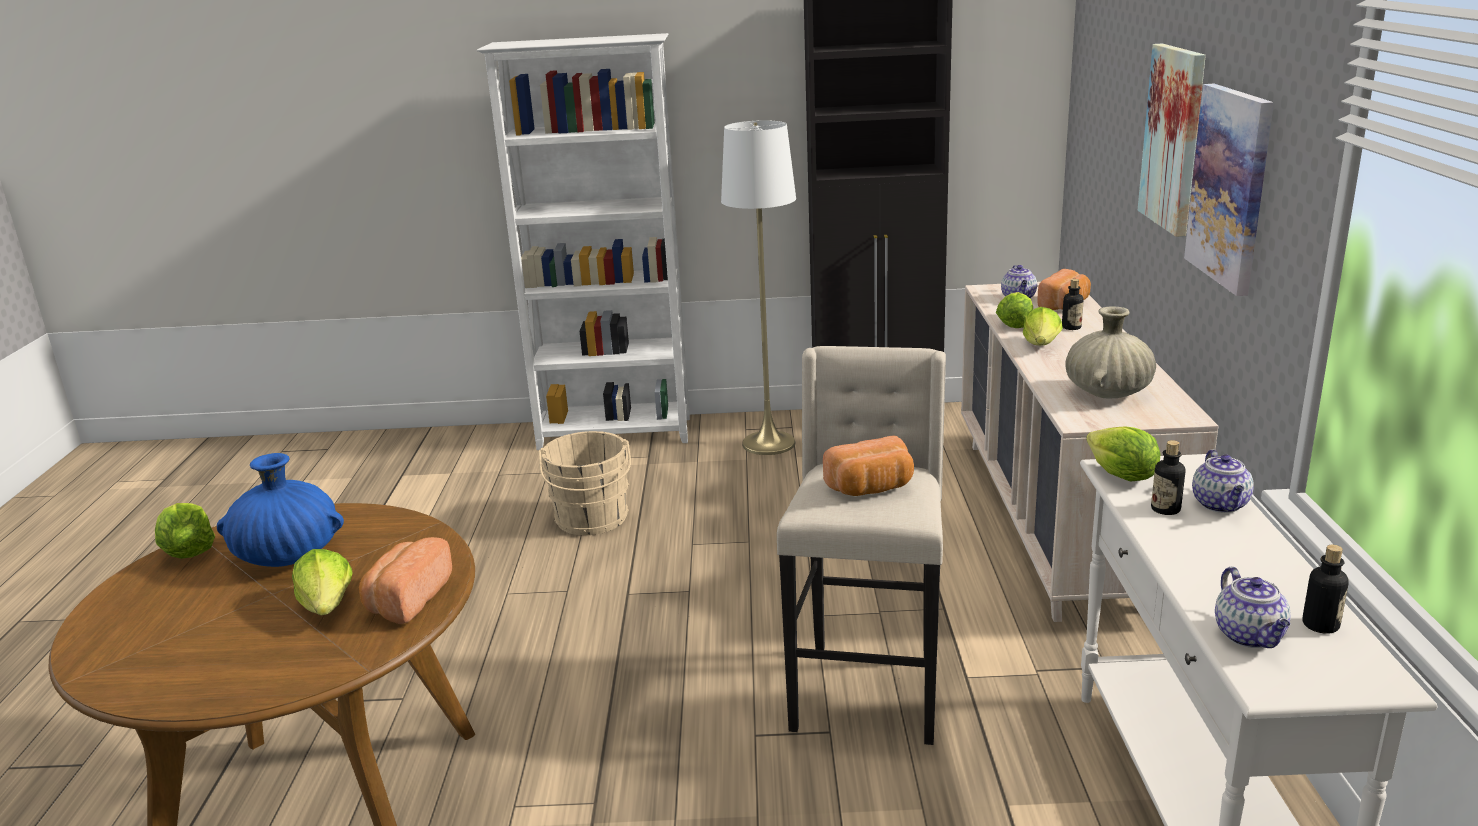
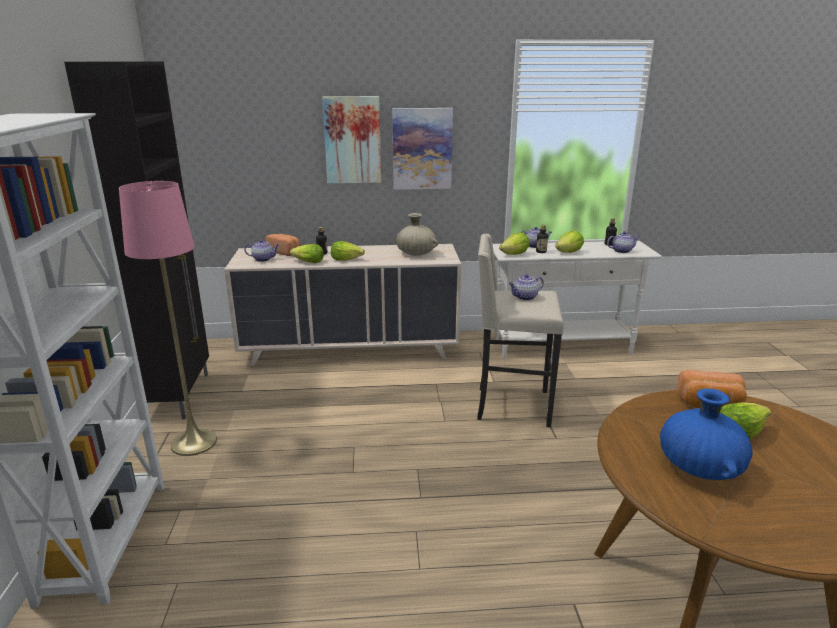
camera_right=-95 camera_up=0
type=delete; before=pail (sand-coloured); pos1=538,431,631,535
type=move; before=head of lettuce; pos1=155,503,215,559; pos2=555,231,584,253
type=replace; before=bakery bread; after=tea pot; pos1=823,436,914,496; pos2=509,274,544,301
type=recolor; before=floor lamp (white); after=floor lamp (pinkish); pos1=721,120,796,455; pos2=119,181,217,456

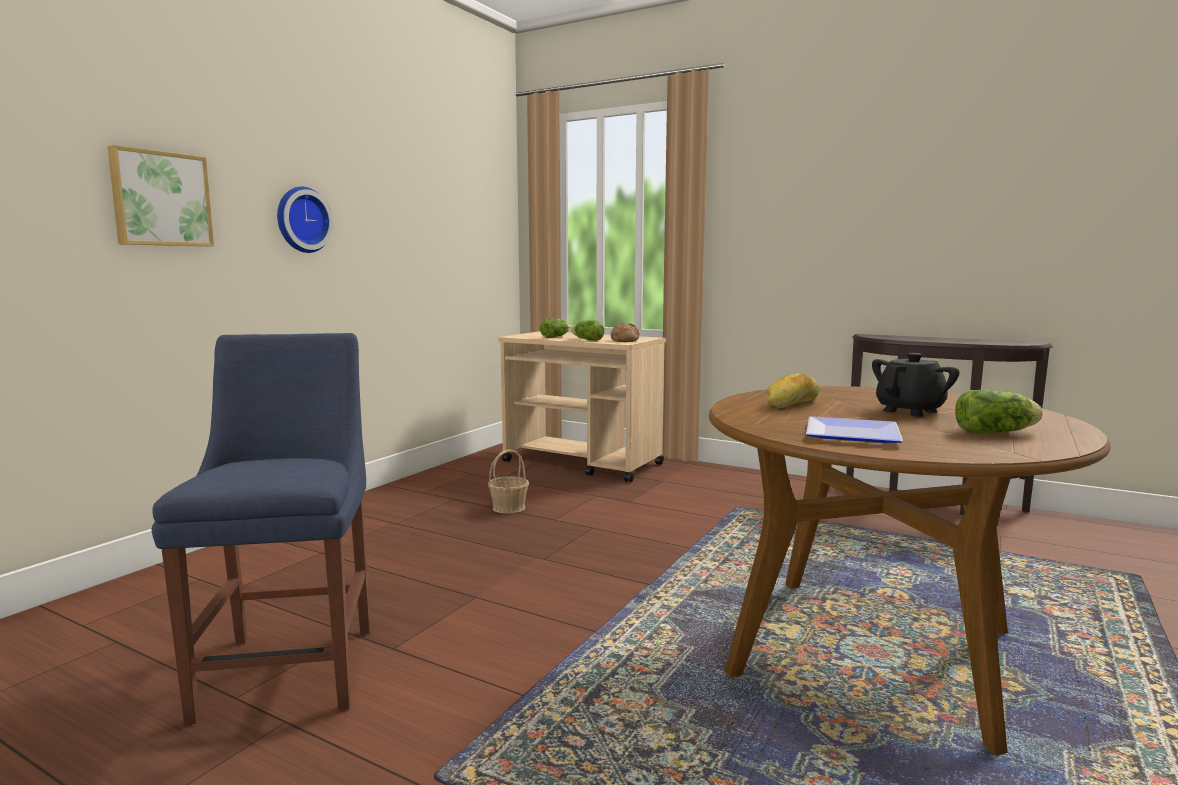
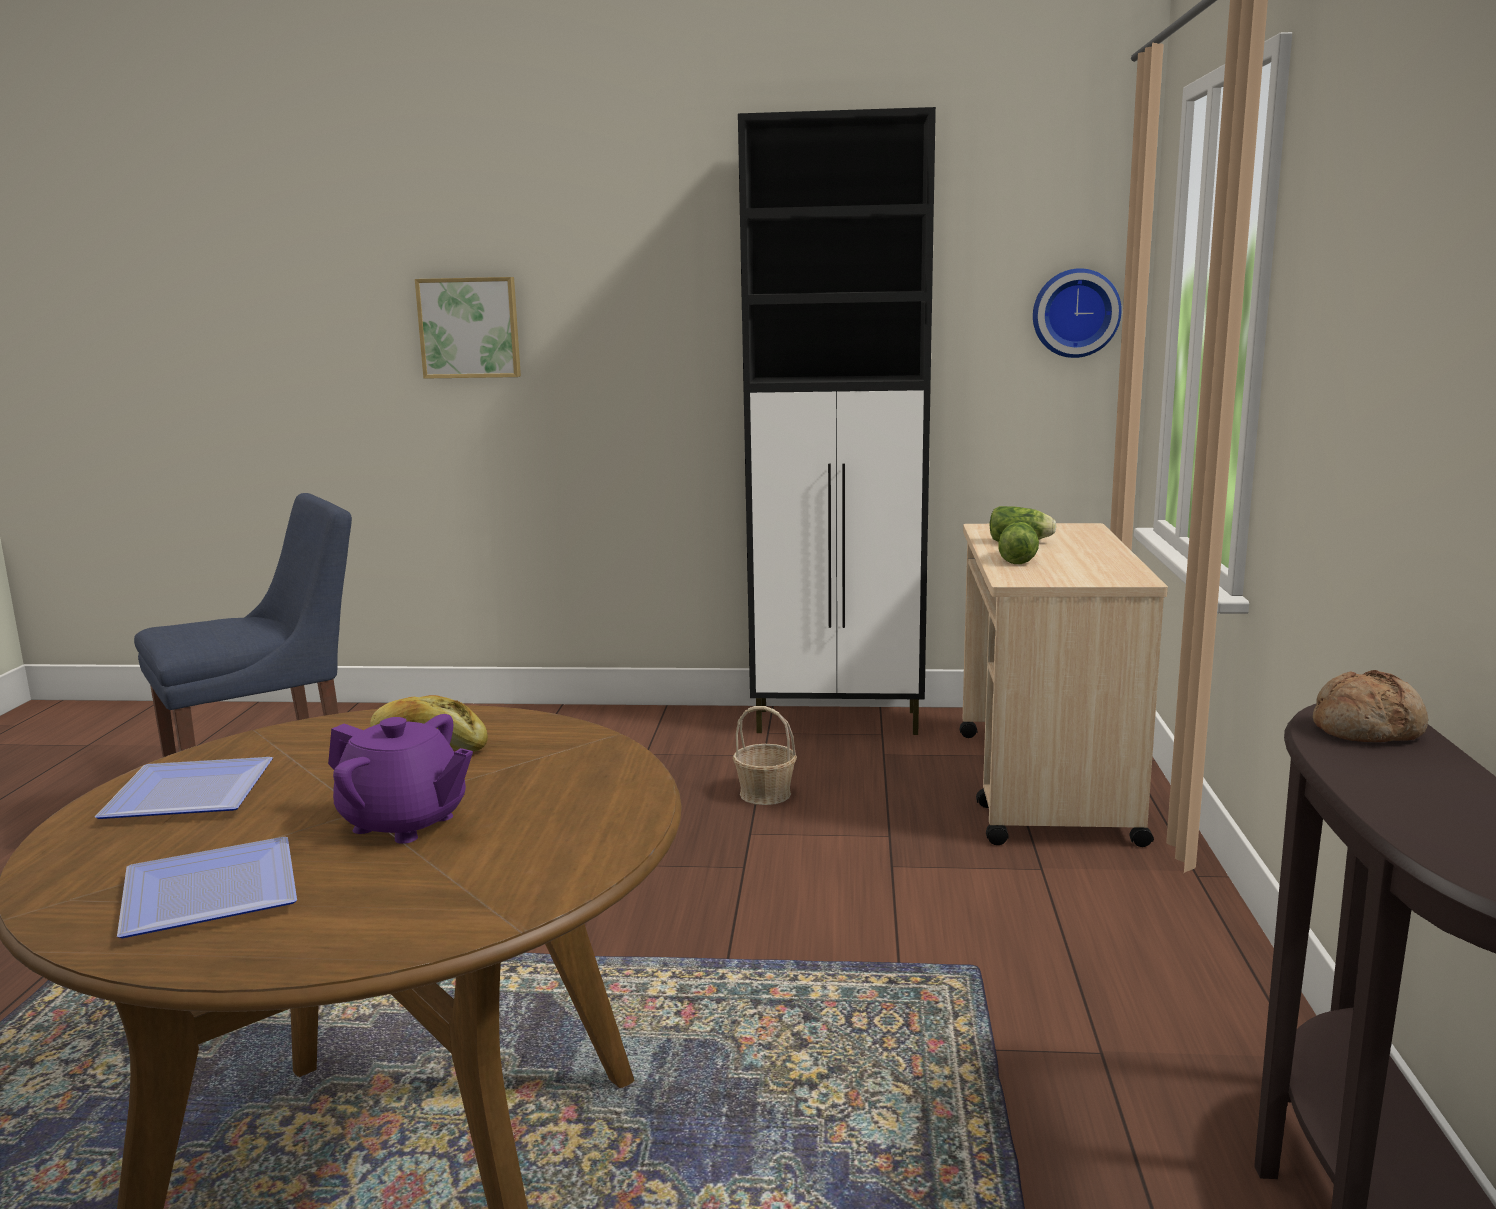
camera_right=65 camera_up=5
type=insert; after=cabinet (blackish); pos2=738,107,936,735
type=move; before=clock on the wall; pos1=277,187,334,253; pos2=1033,268,1122,358
type=move; before=bakery bread; pos1=611,323,640,342; pos2=1313,670,1428,742
type=replace; before=head of lettuce; after=plate; pos1=955,390,1043,433; pos2=117,837,297,938
type=recolor; before=tea pot (blackish); after=tea pot (purple-coloured); pos1=872,353,959,417; pos2=328,714,473,844

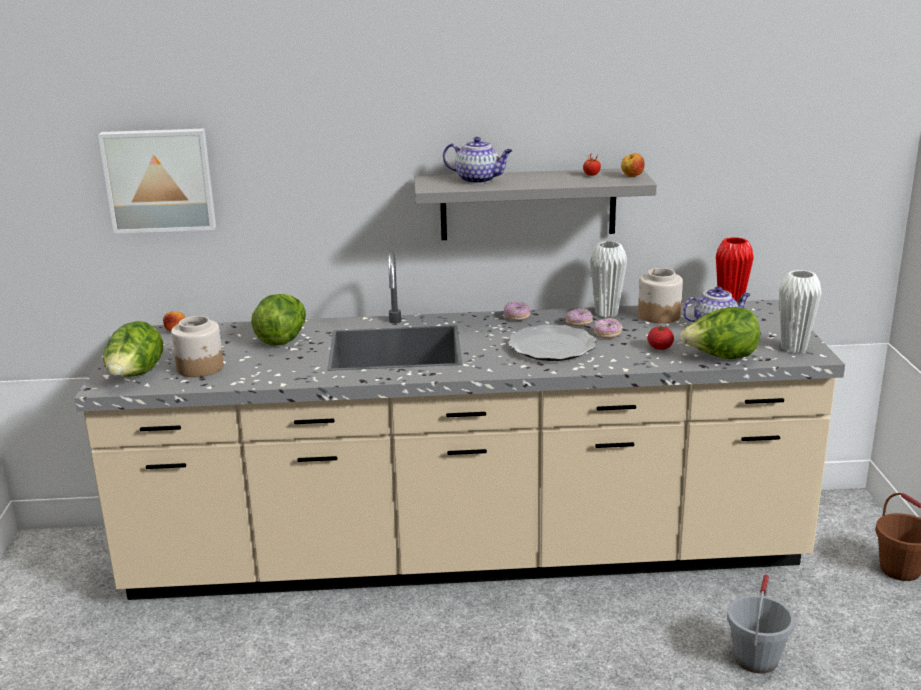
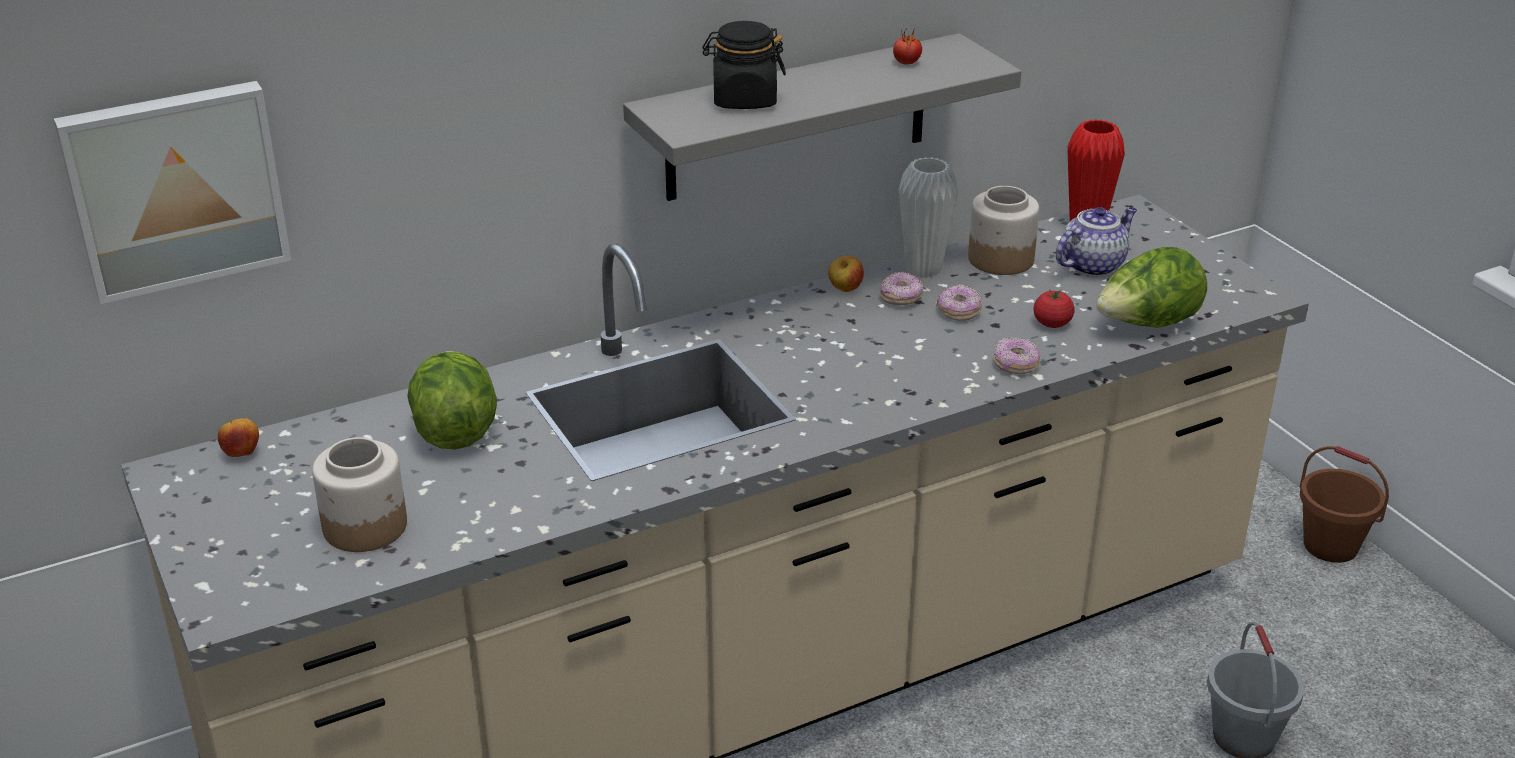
camera_right=-25 camera_up=10
type=delete; before=head of lettuce; pos1=103,321,163,377
type=delete; before=plate; pos1=508,325,596,361
type=delete; before=flower vase (white); pos1=779,270,822,353
type=move; before=doughnut; pos1=504,302,530,321; pos2=994,337,1040,374
type=move; before=apple fruit; pos1=621,153,644,177; pos2=828,256,864,292
type=replace; before=tea pot; after=jar (blackish); pos1=443,137,513,184; pos2=702,21,786,109

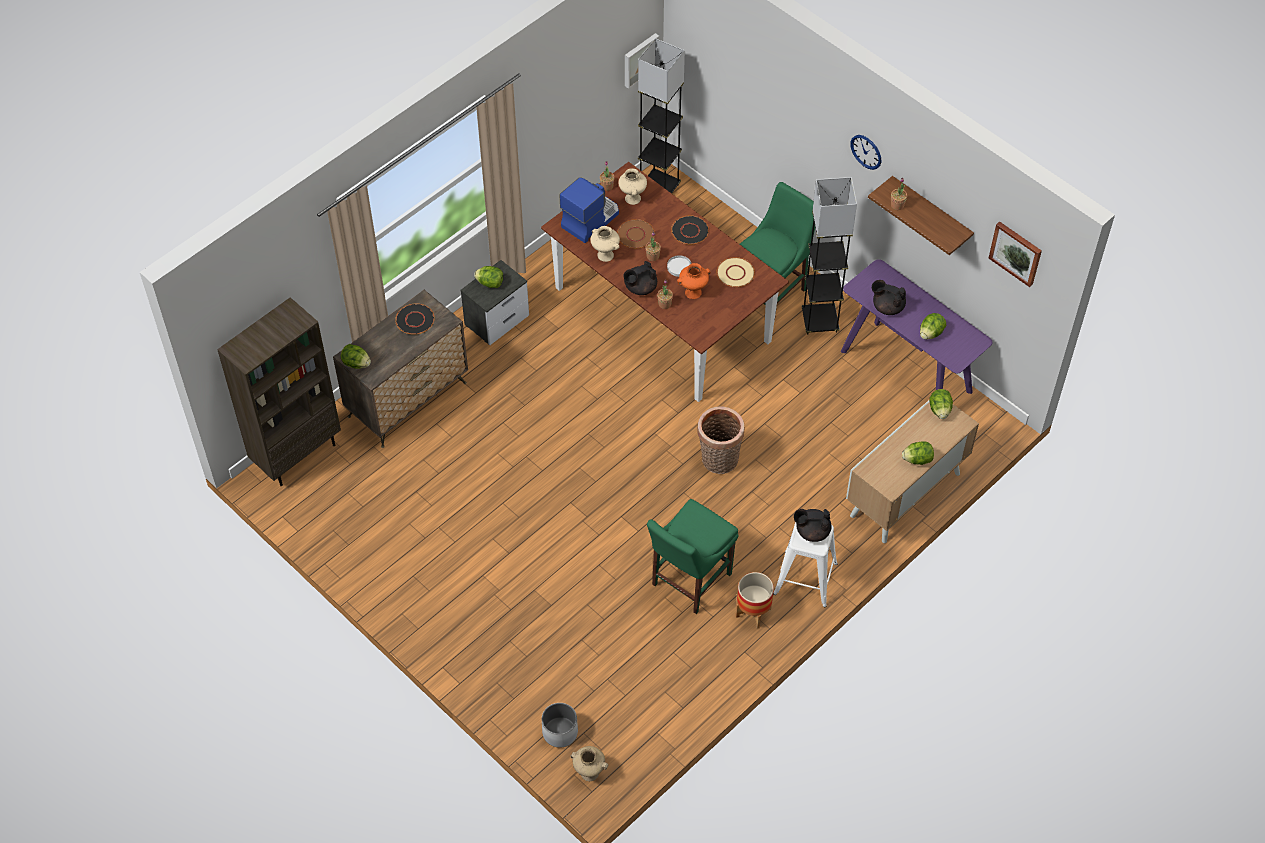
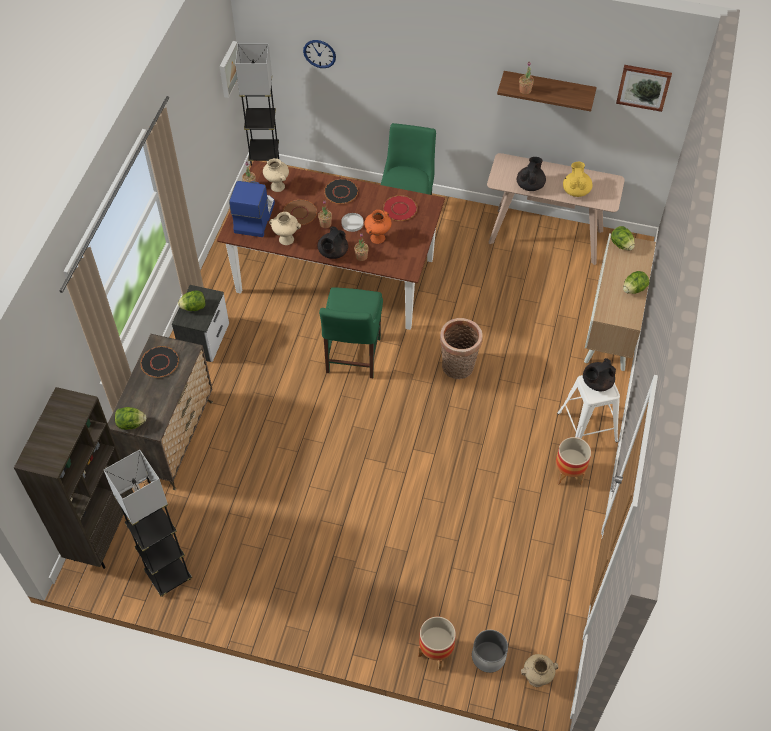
camera_right=-30 camera_up=0
type=insert; after=flower pot; pos2=418,617,456,670
type=move; before=plain chair (greenish); pos1=647,499,739,614; pos2=319,287,383,378
type=move; before=floor lamp (gray); pos1=802,177,857,335; pos2=104,450,192,597
type=move; before=clock on the wall; pos1=850,135,881,170; pos2=303,40,336,68
type=replace; before=head of lettuce; after=tea pot (yellow-coloured); pos1=920,313,946,340; pos2=563,162,592,197
type=recolor; before=plate (sand-coloured); after=plate (reddish); pos1=717,257,755,287; pos2=383,195,417,221
type=recolor; before=narrow table (purple-coloured); after=narrow table (sand-coloured); pos1=841,259,993,394; pos2=487,153,625,265
type=rotate; before=tea pot (blackish); pos1=872,280,906,315; pos2=517,157,546,191; turn=120

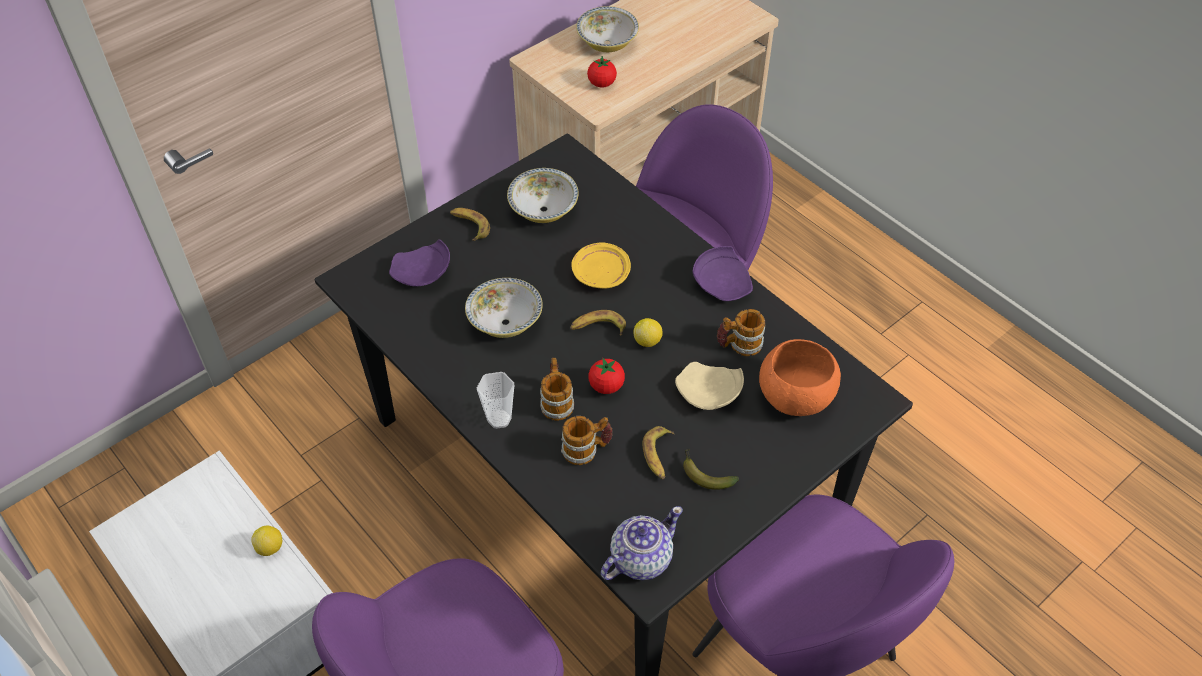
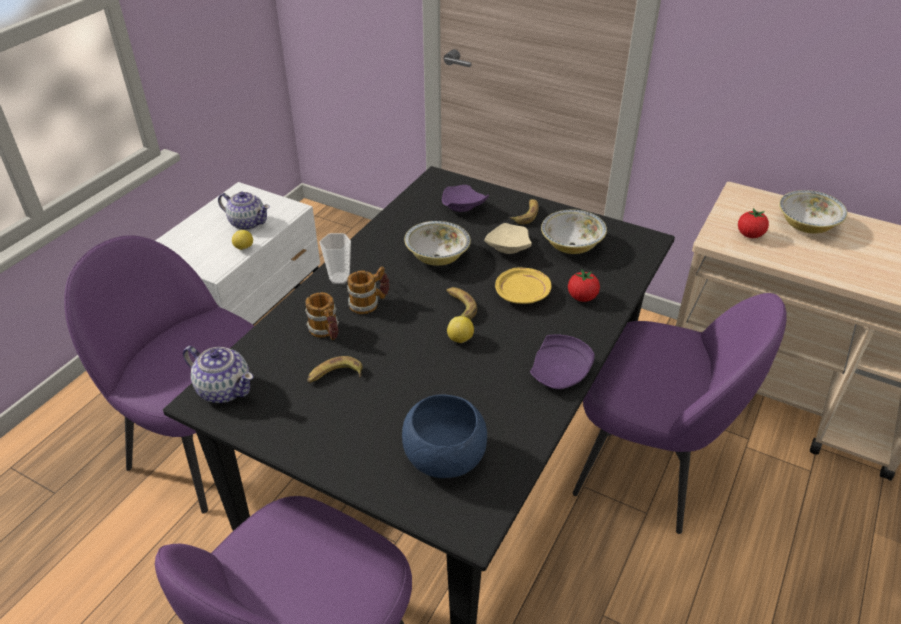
camera_right=70 camera_up=-10
type=delete; before=banana fruit; pos1=683,448,739,490
type=delete; before=mug; pos1=717,309,765,356
type=insert; after=tea pot; pos2=218,192,270,230
type=move; before=tomato; pos1=589,358,625,394; pos2=568,269,600,302
type=move; before=plate (sand-coloured); pos1=675,362,744,410; pos2=484,223,532,254
type=recolor; before=bowl (orange-coloured); after=bowl (blue-coloured); pos1=759,339,841,416; pos2=402,395,487,478

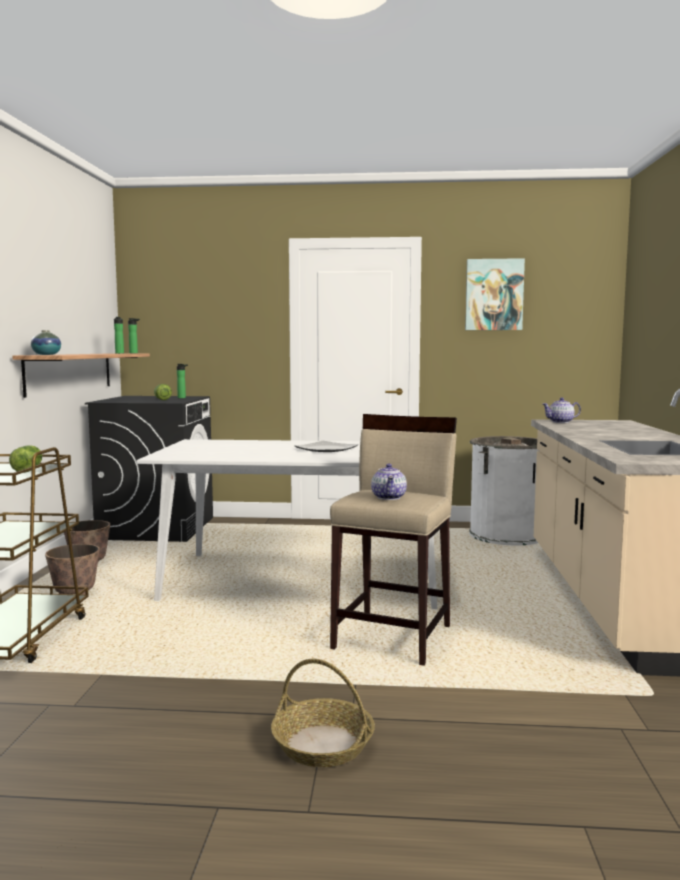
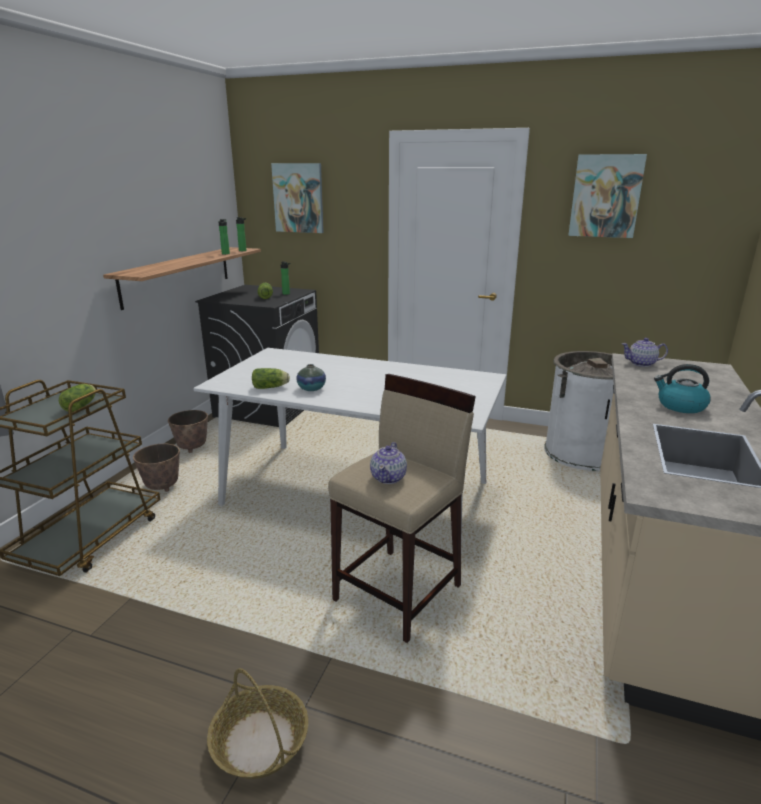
camera_right=15 camera_up=15
type=delete; before=plate; pos1=294,441,358,452
type=insert; after=head of lettuce; pos2=252,368,290,389
type=insert; after=picture; pos2=271,163,324,233
type=insert; after=kettle; pos2=654,364,710,413
type=move; before=flower vase; pos1=31,330,61,355; pos2=296,364,326,391

